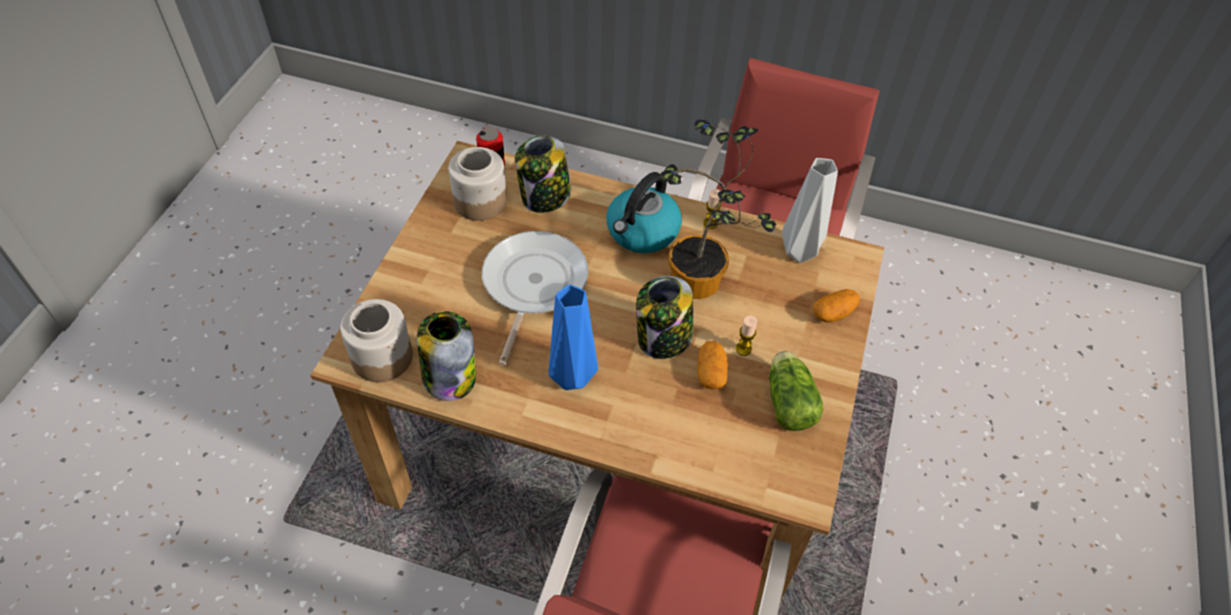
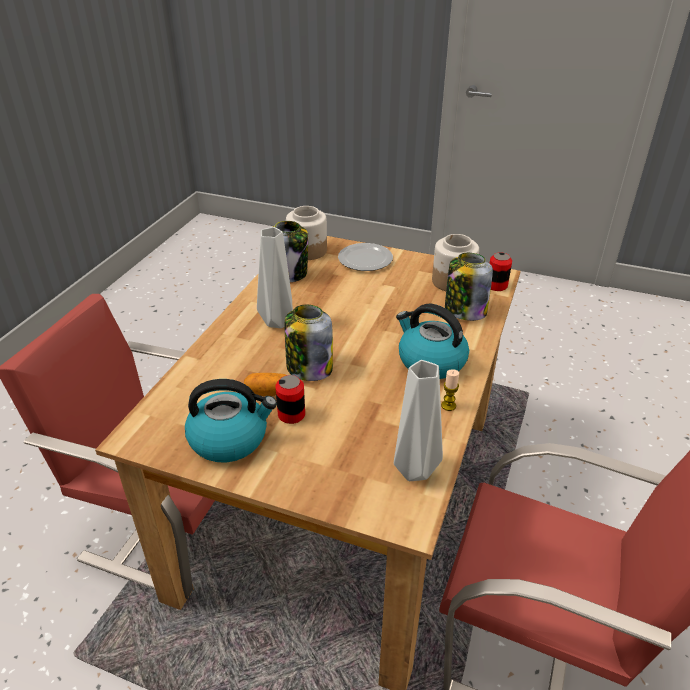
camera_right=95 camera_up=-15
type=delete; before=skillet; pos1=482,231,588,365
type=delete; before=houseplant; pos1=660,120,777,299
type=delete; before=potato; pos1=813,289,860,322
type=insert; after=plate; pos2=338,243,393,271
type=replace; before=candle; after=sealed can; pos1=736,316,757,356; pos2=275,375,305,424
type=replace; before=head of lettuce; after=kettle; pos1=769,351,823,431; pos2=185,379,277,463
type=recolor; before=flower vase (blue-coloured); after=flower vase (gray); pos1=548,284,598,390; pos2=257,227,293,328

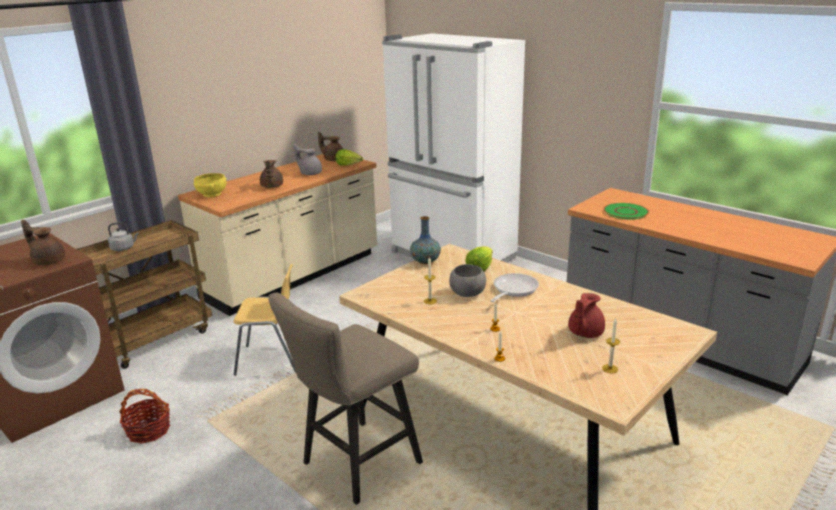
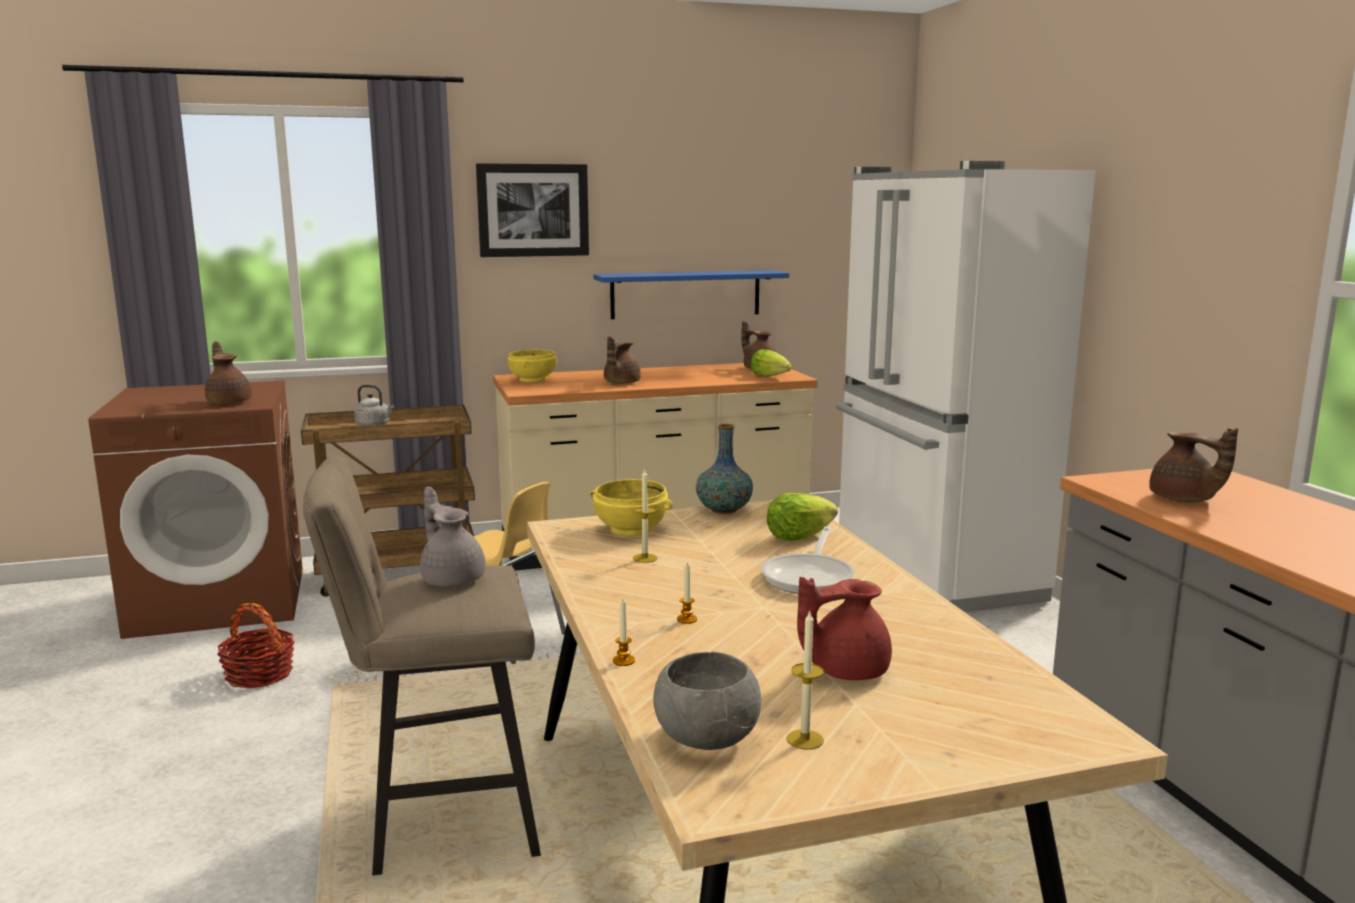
camera_right=30 camera_up=-10
type=insert; after=picture; pos2=476,163,589,257
type=insert; after=bowl (yellow-coloured); pos2=590,479,673,536
type=insert; after=shelf (blue-coloured); pos2=593,270,789,319
type=move; before=tea pot (gray); pos1=294,144,322,175; pos2=420,487,486,587
type=move; before=bowl (gray); pos1=449,264,486,297; pos2=653,652,761,750
type=replace; before=plate (greenish); after=tea pot (brownish); pos1=604,203,649,219; pos2=1149,428,1238,502
type=rotate; before=skillet; pos1=490,273,539,302; pos2=761,526,855,594; turn=135

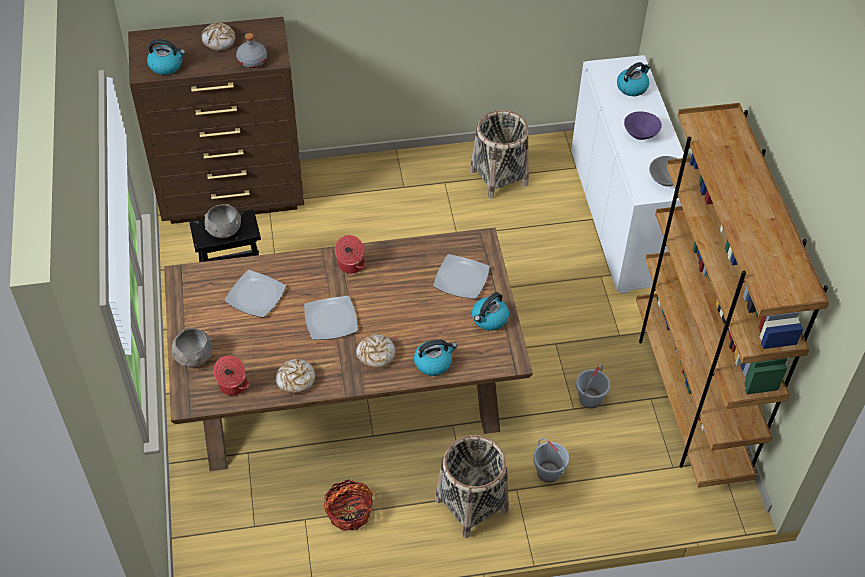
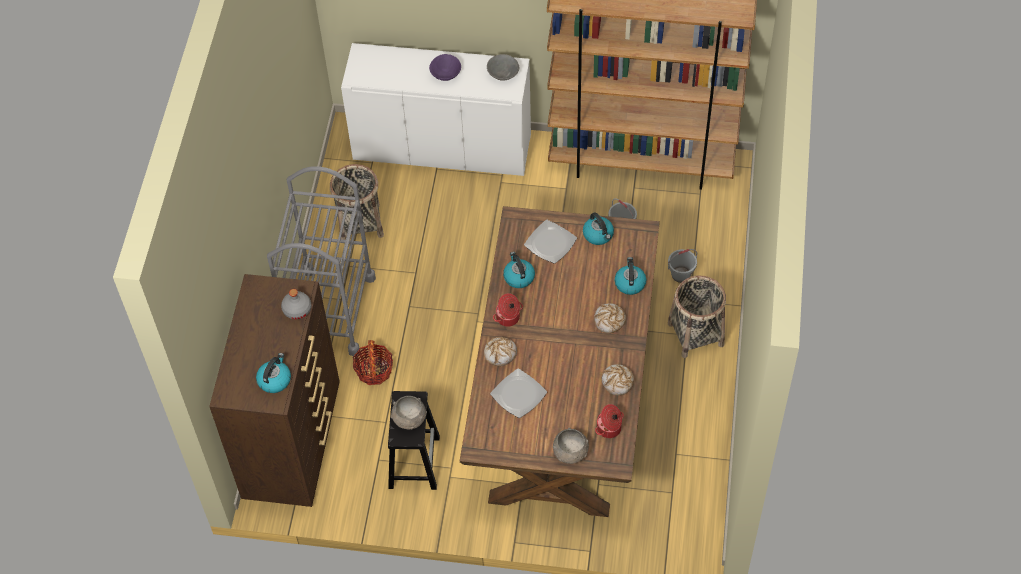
camera_right=-70 camera_up=5
type=delete; before=plate; pos1=304,296,358,340
type=insert; after=cart (gray); pos2=267,166,376,356
type=move; before=bakery bread; pos1=201,23,235,51; pos2=484,337,517,366
type=move; before=storage basket; pos1=323,479,373,531; pos2=353,340,393,385
type=move; before=kettle; pos1=617,62,651,96; pos2=503,252,535,288

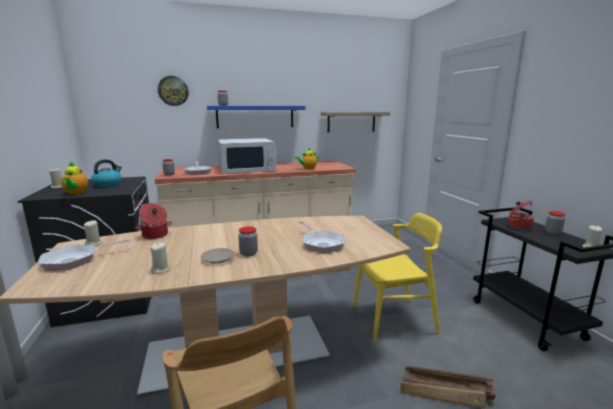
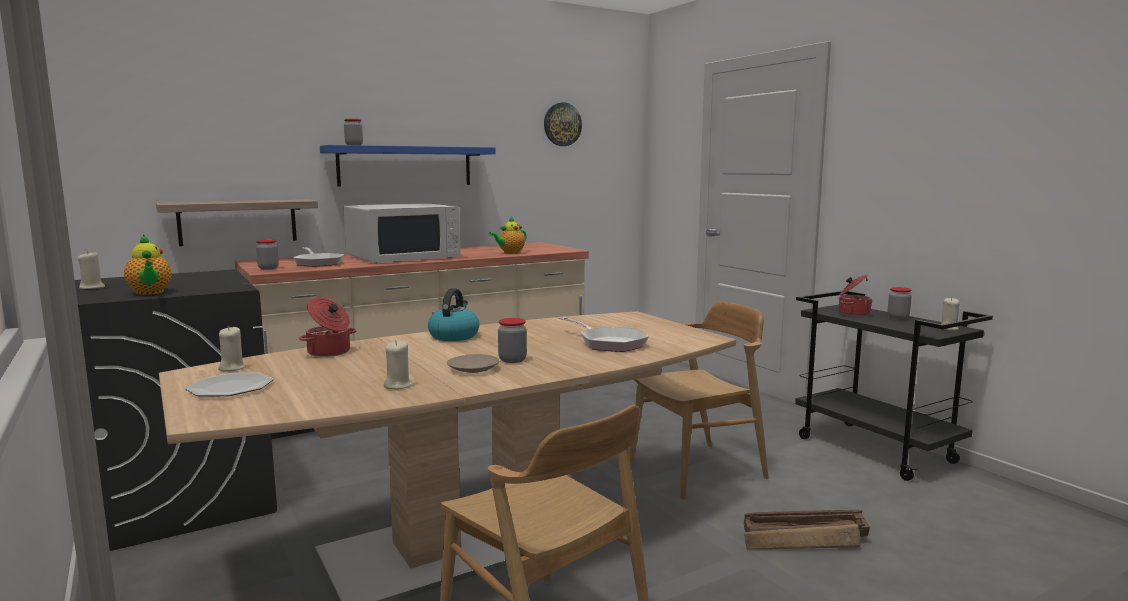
camera_right=-15 camera_up=-5
type=move; before=kettle; pos1=91,159,122,187; pos2=428,288,479,341
type=move; before=clock on the wall; pos1=158,76,189,106; pos2=544,102,582,146
type=move; before=shelf; pos1=321,112,390,133; pos2=156,199,318,246
type=replace; before=skillet; after=plate; pos1=38,239,131,270; pos2=186,373,273,396
type=recolor; before=plain chair (yellow-coloured); after=plain chair (brownish); pos1=353,213,442,342; pos2=629,301,768,500

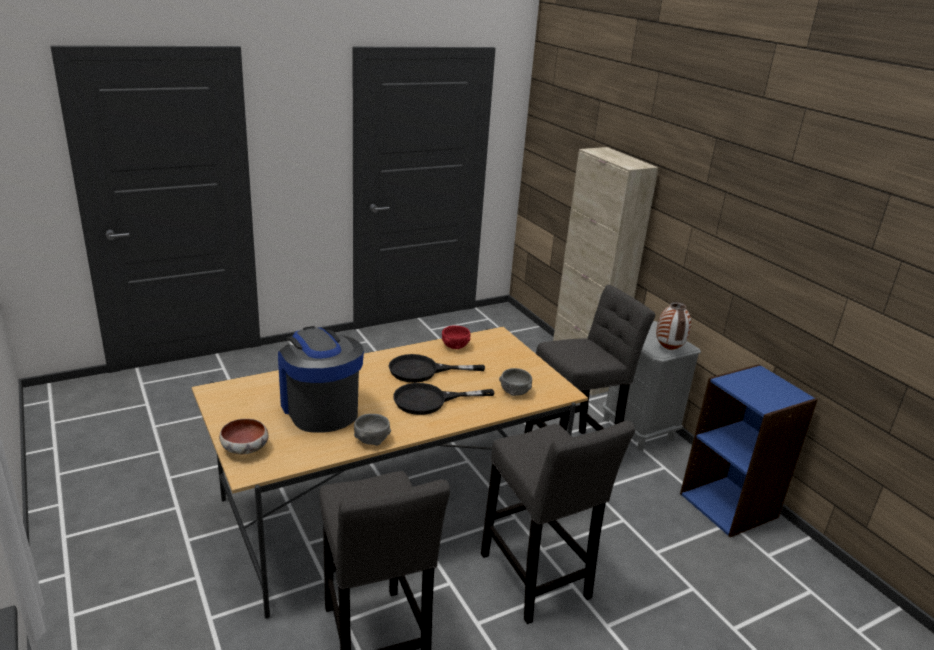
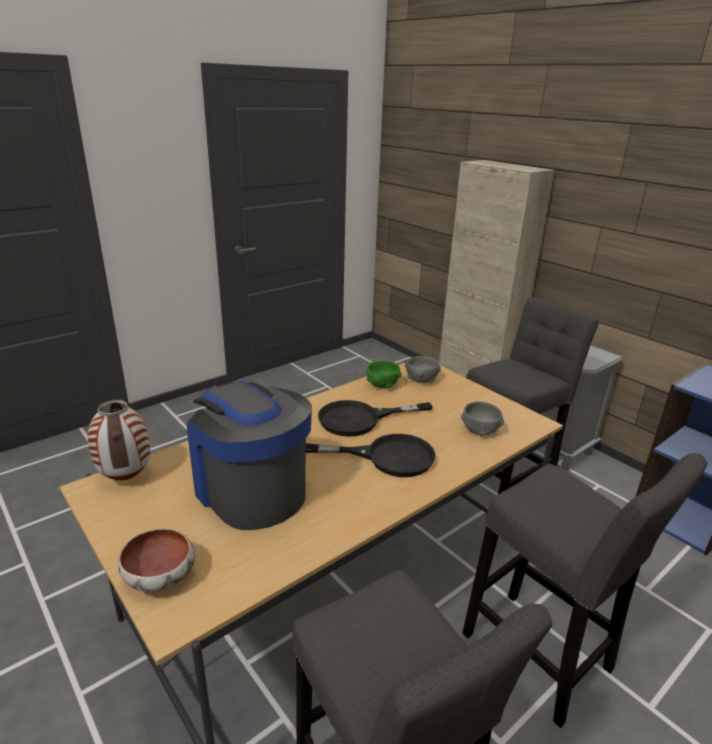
camera_right=-10 camera_up=0
type=move; before=bowl (gray); pos1=354,414,391,446; pos2=405,356,441,383
type=move; before=flower vase; pos1=656,302,691,350; pos2=88,399,150,481
type=recolor; before=bowl (reddish); after=bowl (greenish); pos1=442,325,471,349; pos2=366,361,402,388
type=rotate; before=skillet (blackish); pos1=393,383,495,415; pos2=306,434,436,477; turn=-150

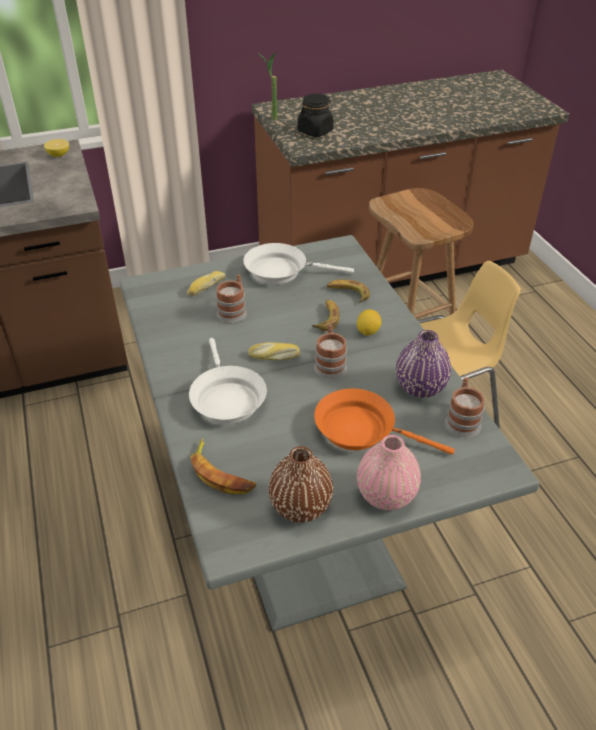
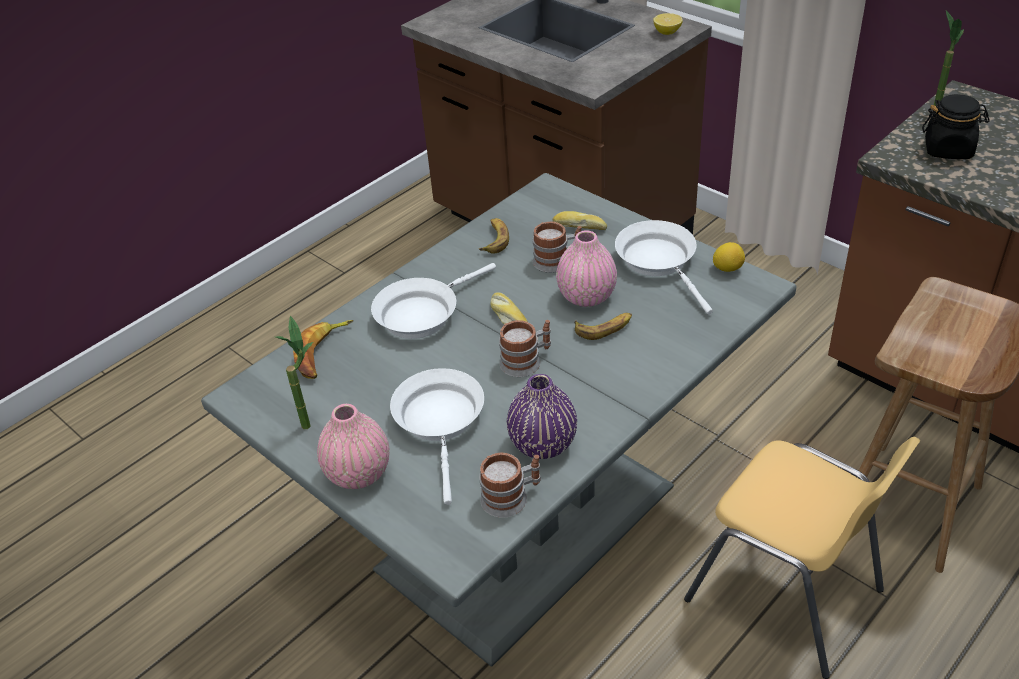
camera_right=65 camera_up=0
type=insert; after=flower vase (pinkish); pos2=556,230,617,307
type=move; before=banana fruit; pos1=327,279,370,303; pos2=479,218,509,254
type=move; before=citrus fruit; pos1=357,309,381,336; pos2=713,242,745,272
type=replace; before=flower vase (brownish); after=houseplant; pos1=268,446,333,523; pos2=276,316,313,429
type=recolor; before=skillet (orange-coloured); after=skillet (white); pos1=314,388,455,455; pos2=390,368,484,505

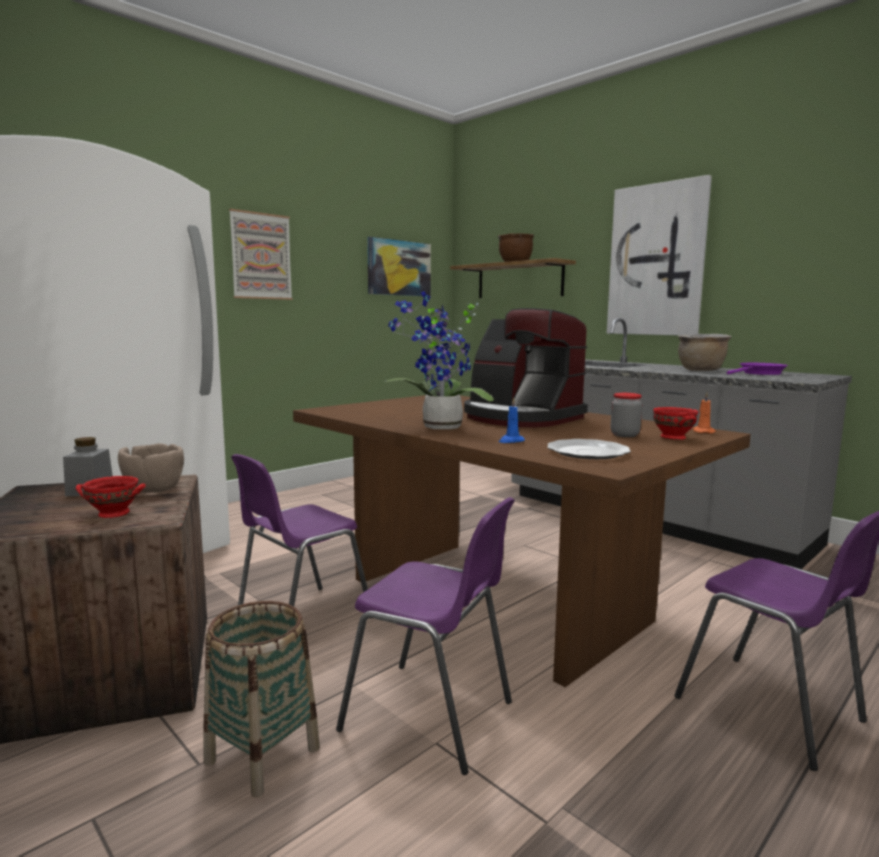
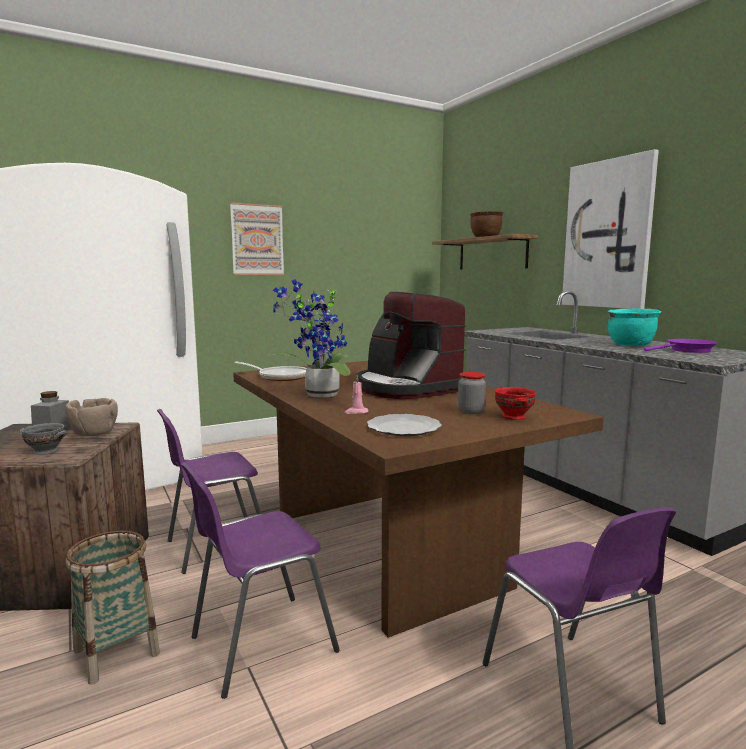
camera_right=15 camera_up=0
type=delete; before=picture; pos1=367,237,431,296
type=delete; before=candle (orange-coloured); pos1=693,393,716,434
type=insert; after=skillet; pos2=234,362,307,381
type=recolor; before=bowl (reddish); after=bowl (gray); pos1=76,476,146,518; pos2=20,423,67,455
type=recolor; before=candle (blue-coloured); after=candle (pinkish); pos1=499,397,525,443; pos2=344,375,368,414
type=recolor; before=stockpot (brownish); after=stockpot (turquoise); pos1=678,334,731,371; pos2=607,308,661,346
type=rotate; before=plain chair (purple-coloured); pos1=336,497,515,775; pos2=180,462,340,699; turn=105

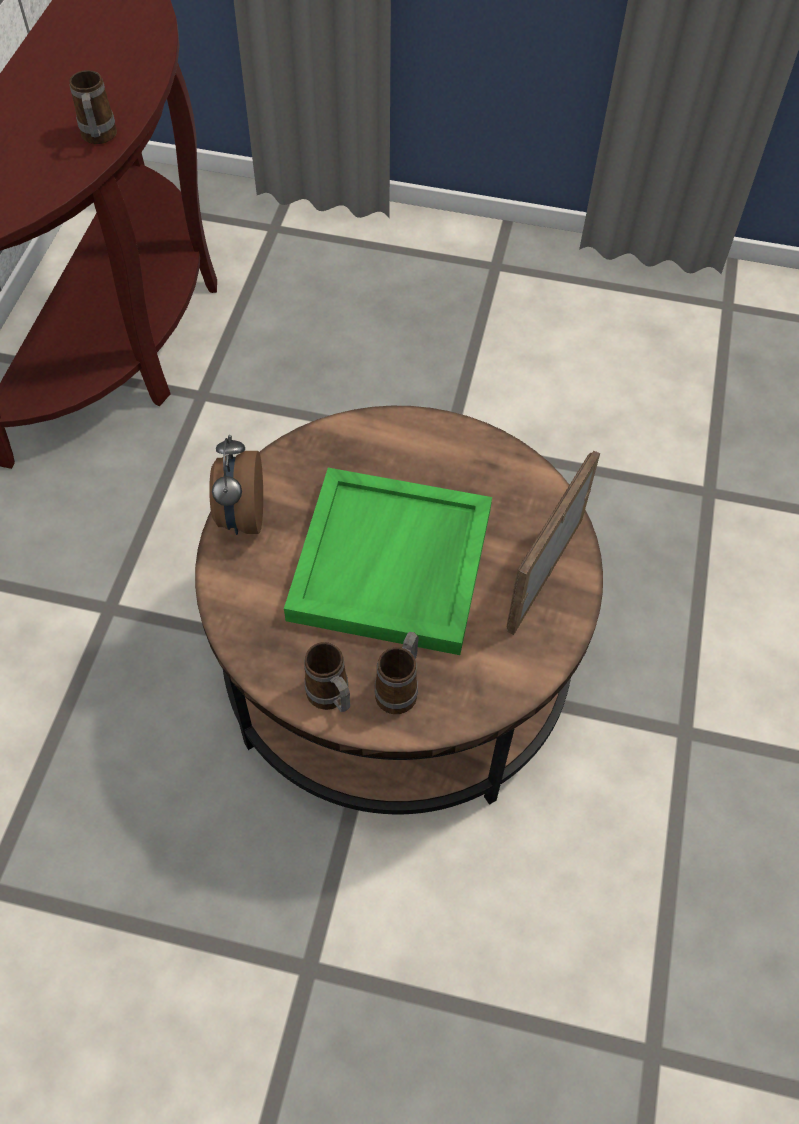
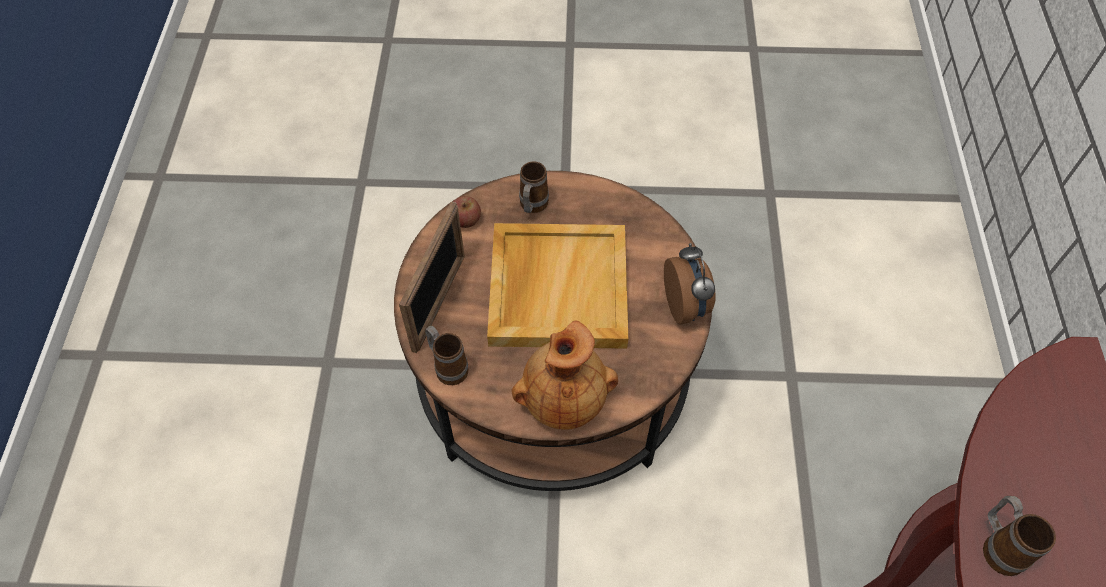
camera_right=170 camera_up=0
type=insert; after=apple fruit; pos2=453,196,481,228
type=insert; after=flower vase (brownish); pos2=511,320,618,430
type=move; before=mug; pos1=304,642,350,712; pos2=425,326,468,385
type=recolor; before=tray (greenish); after=tray (sand-coloured); pos1=284,468,492,655; pos2=487,223,628,349

